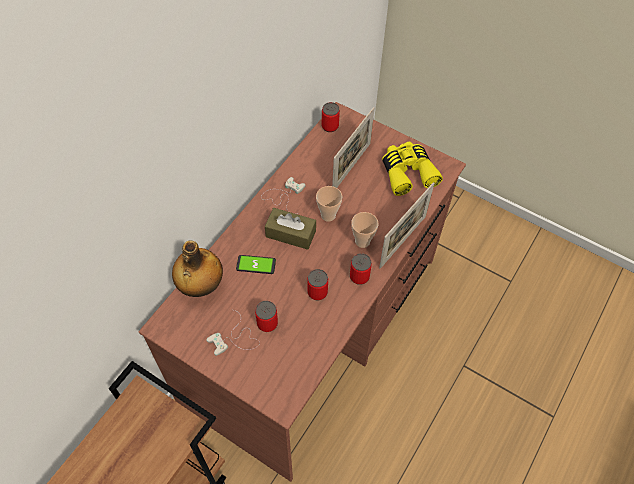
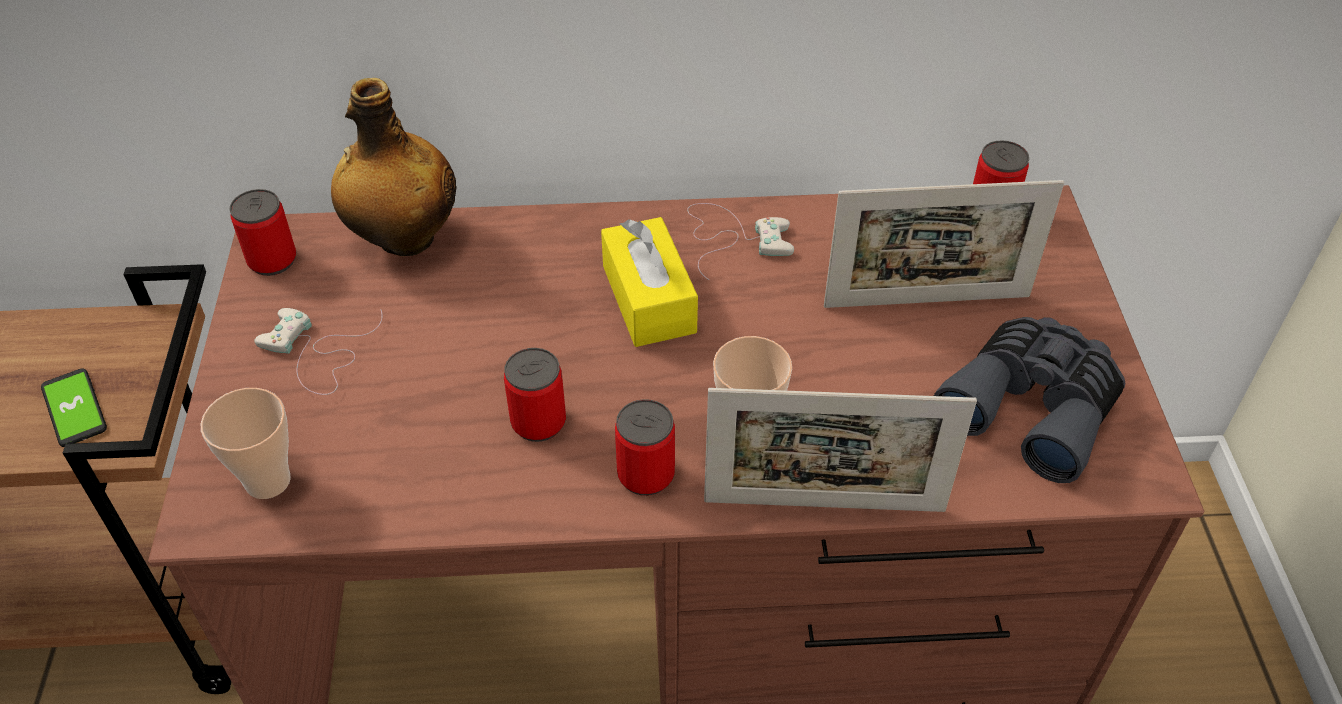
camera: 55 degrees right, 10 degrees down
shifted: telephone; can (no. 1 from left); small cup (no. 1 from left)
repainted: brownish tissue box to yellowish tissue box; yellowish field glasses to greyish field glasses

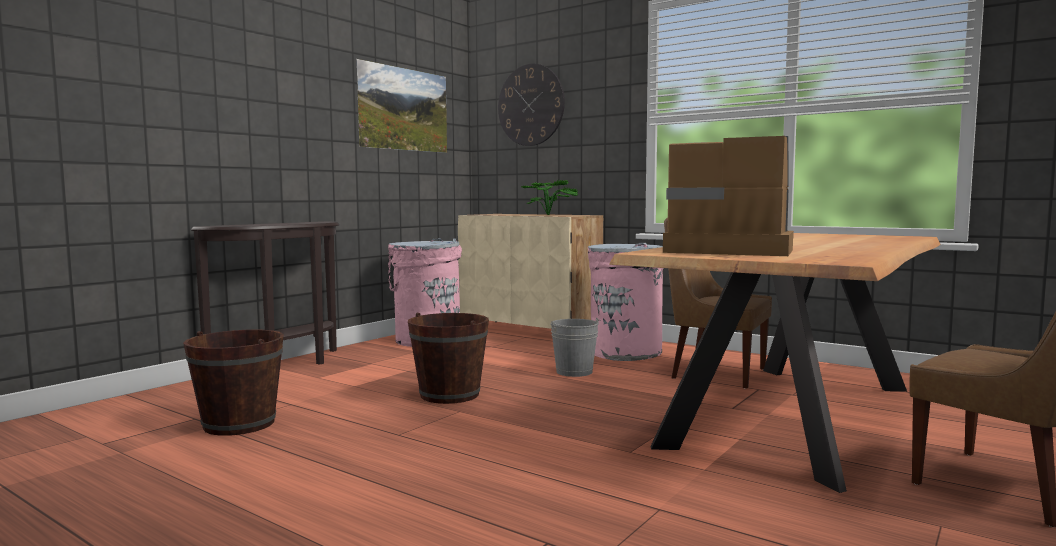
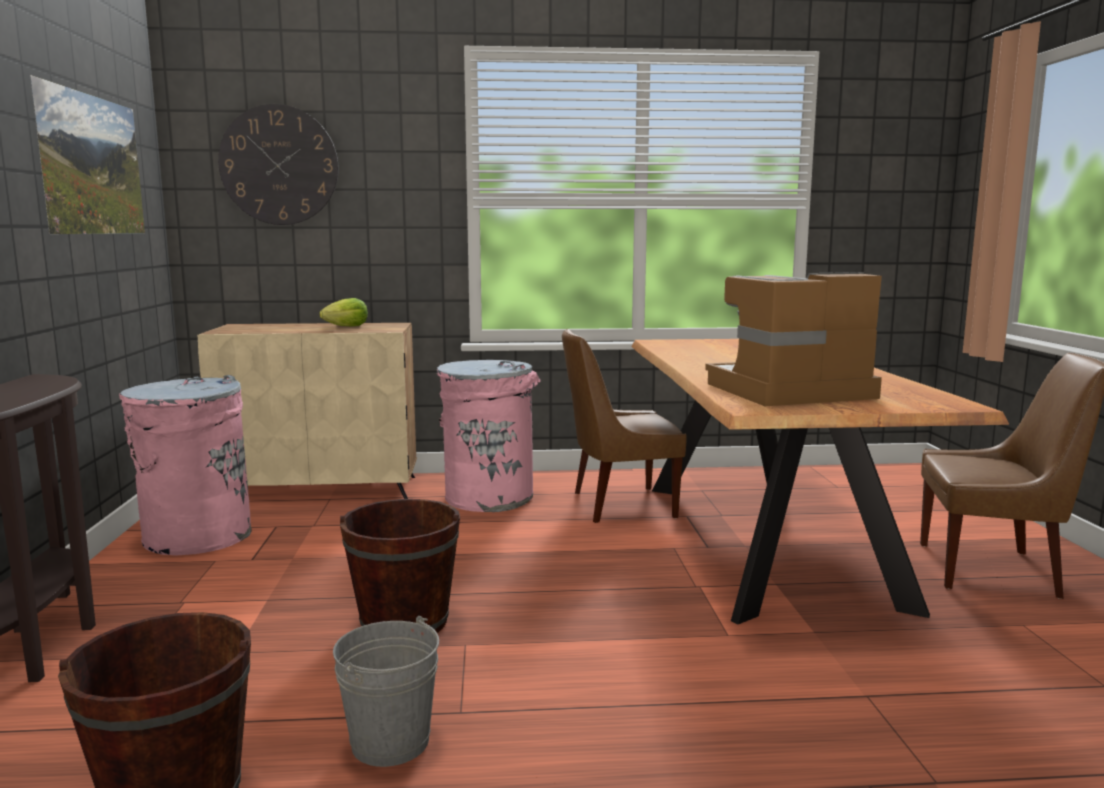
camera: 40 degrees left, 5 degrees up
shifted: greyish bucket
swapped: potted plant to lettuce

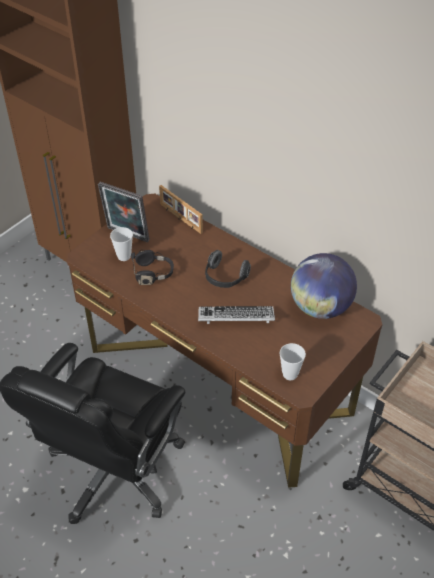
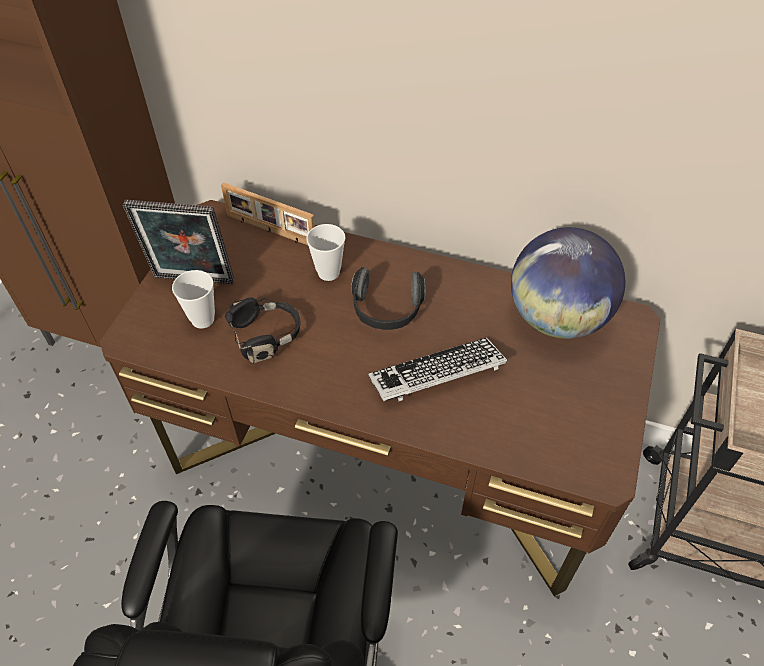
camera: 20 degrees left, 5 degrees up
shifted: small cup (no. 2 from left)

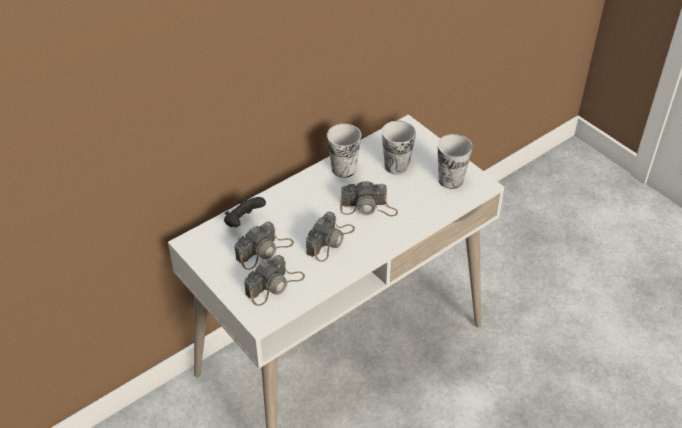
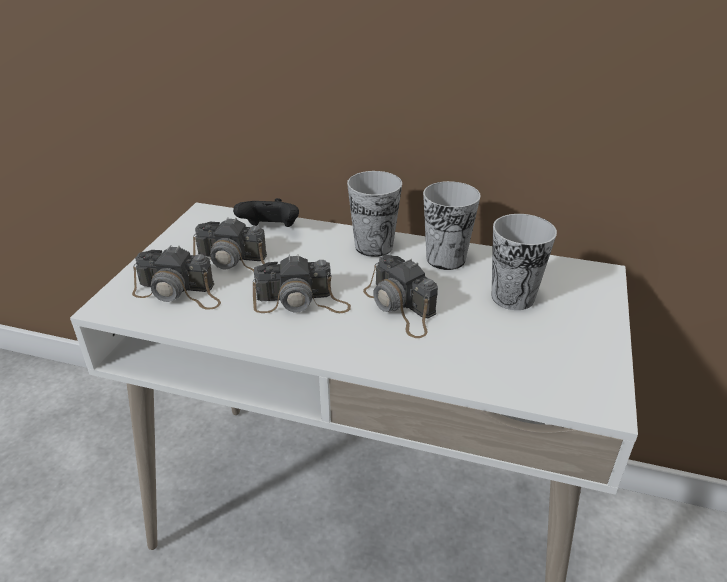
camera: 55 degrees right, 10 degrees down
shifted: small cup (no. 3 from left in the first image) to small cup (no. 1 from left)

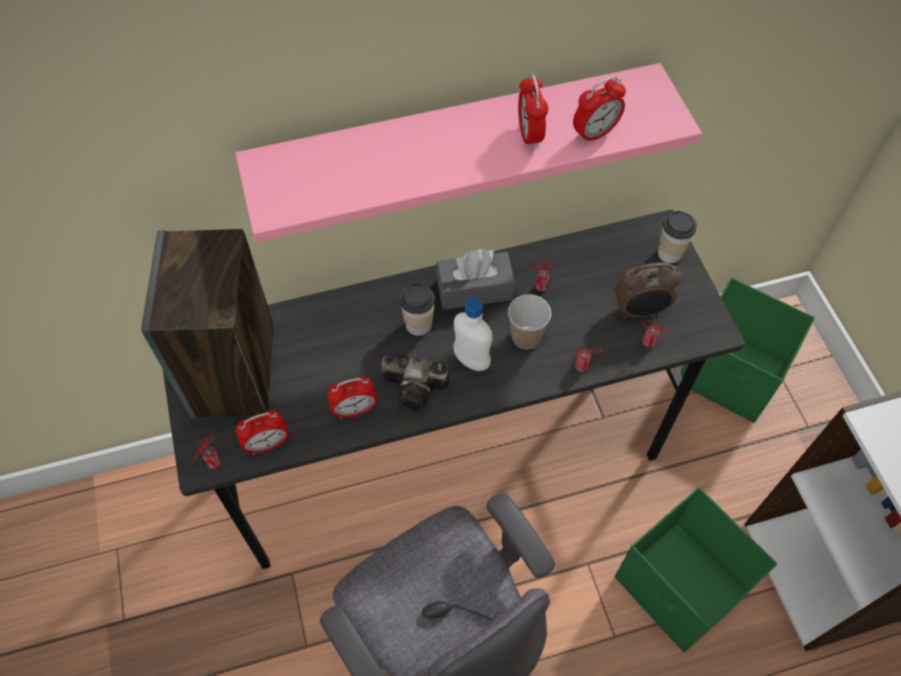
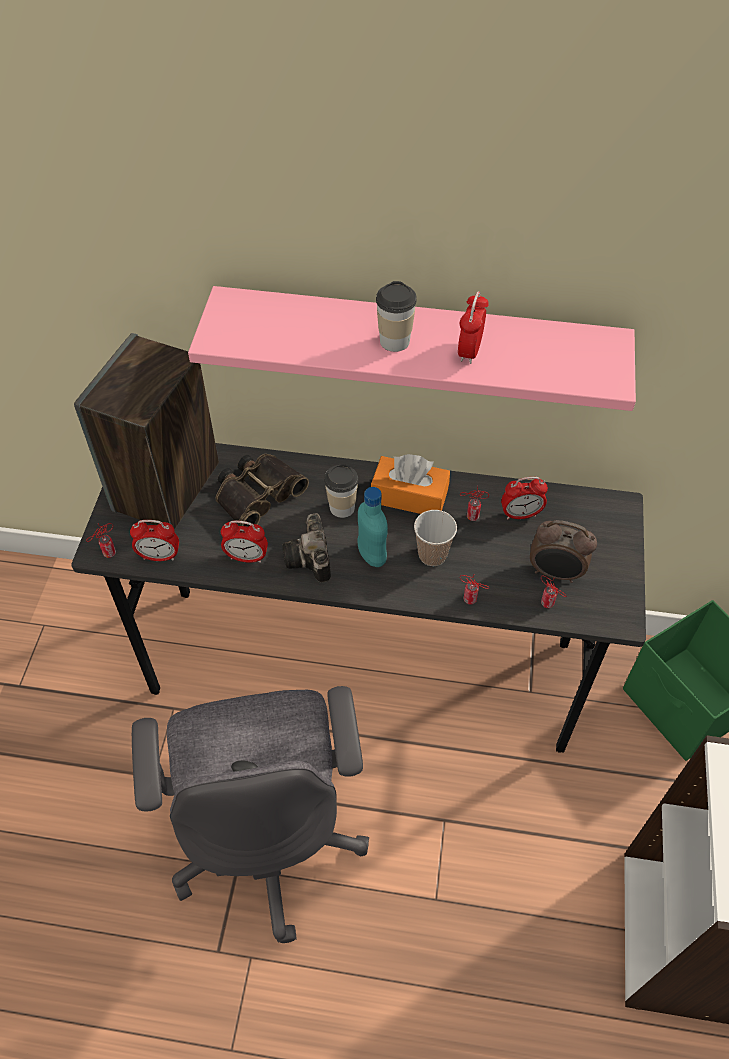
camera: 25 degrees right, 5 degrees down
gone: green-coloured storage bin (no. 1 from left)
new: field glasses
shifted: bedside clock (no. 4 from left); small cup (no. 3 from left in the first image) to small cup (no. 2 from left)
repainted: greyish tissue box to orange-coloured tissue box; white bottle to blue-green bottle
rotated: still camera 45 degrees clockwise

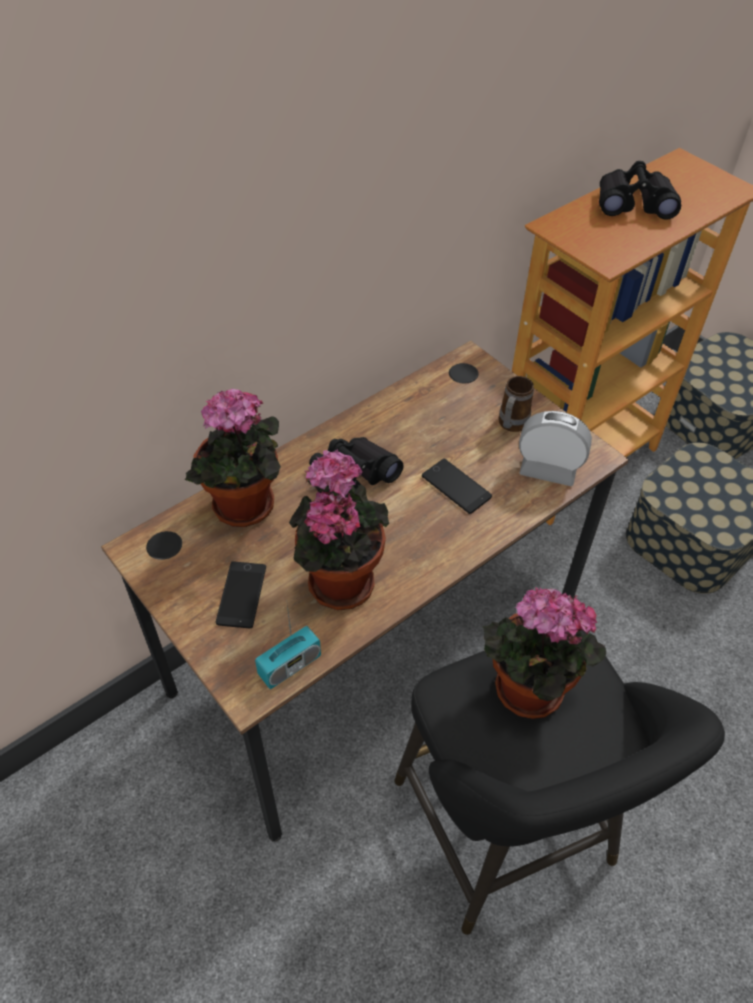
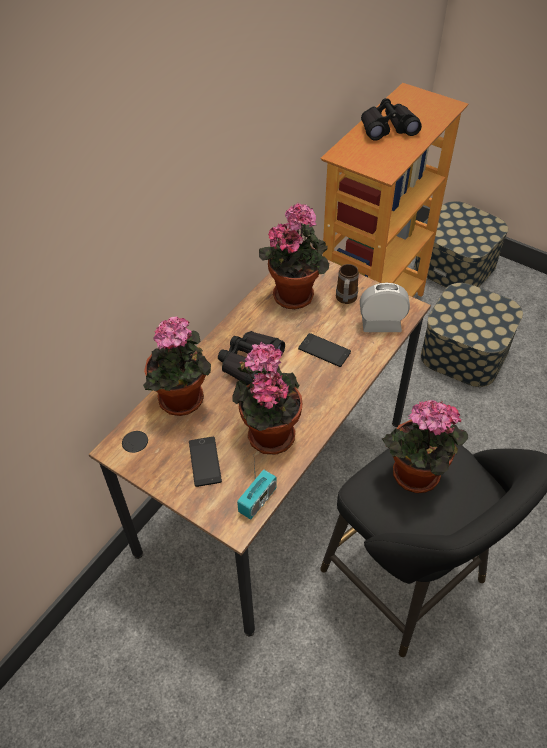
camera: 15 degrees left, 0 degrees up
new: potted plant (no. 3 from left)

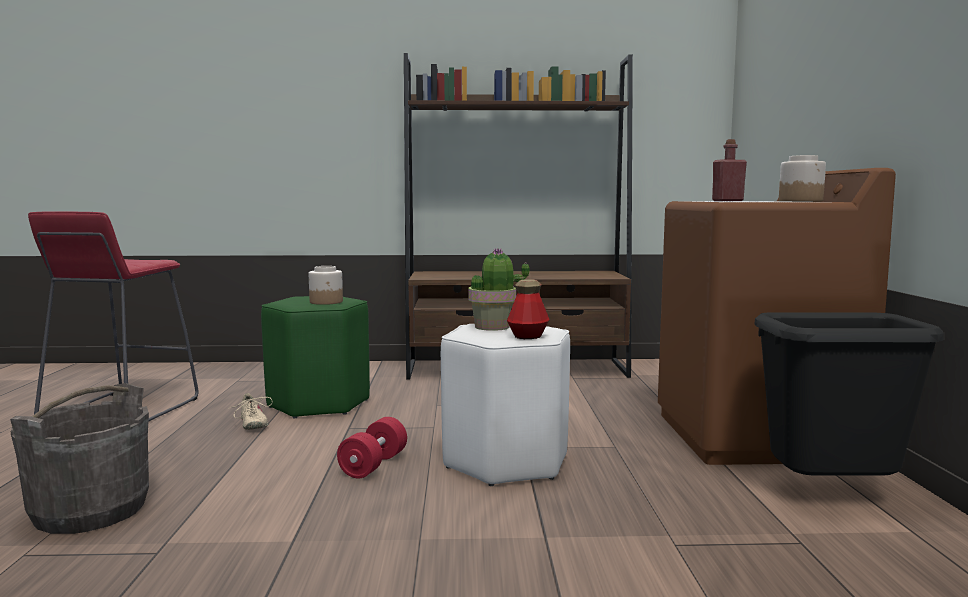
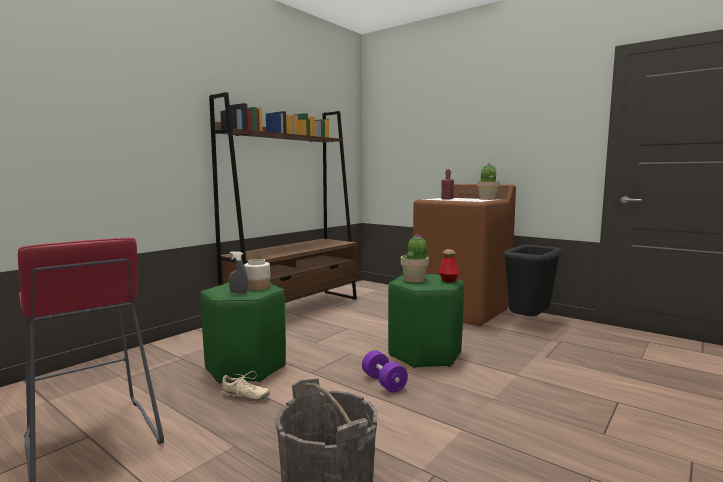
camera: 50 degrees left, 0 degrees up
new: greyish hand sprayer
swapped: storage jar (no. 2 from left) to potted plant (no. 2 from left)
repainted: red dumbbell to purple-coloured dumbbell; white sitting stool to green-coloured sitting stool (no. 2 from left)

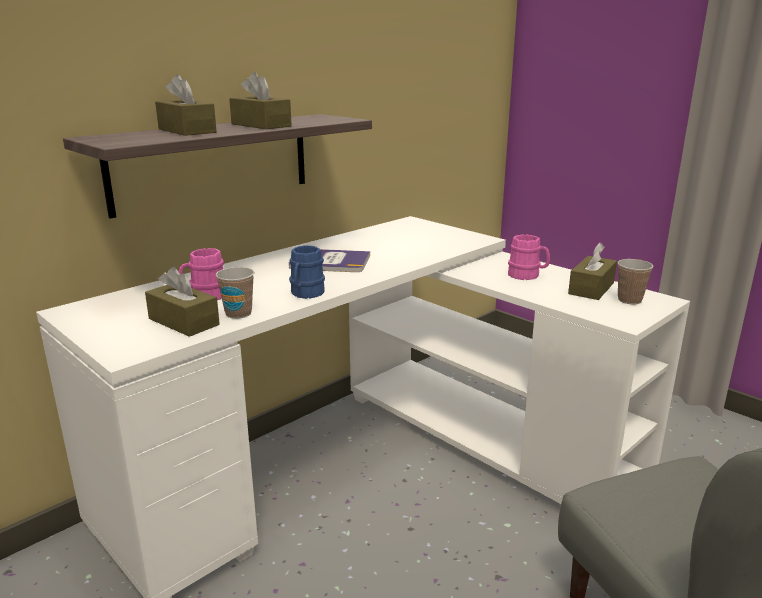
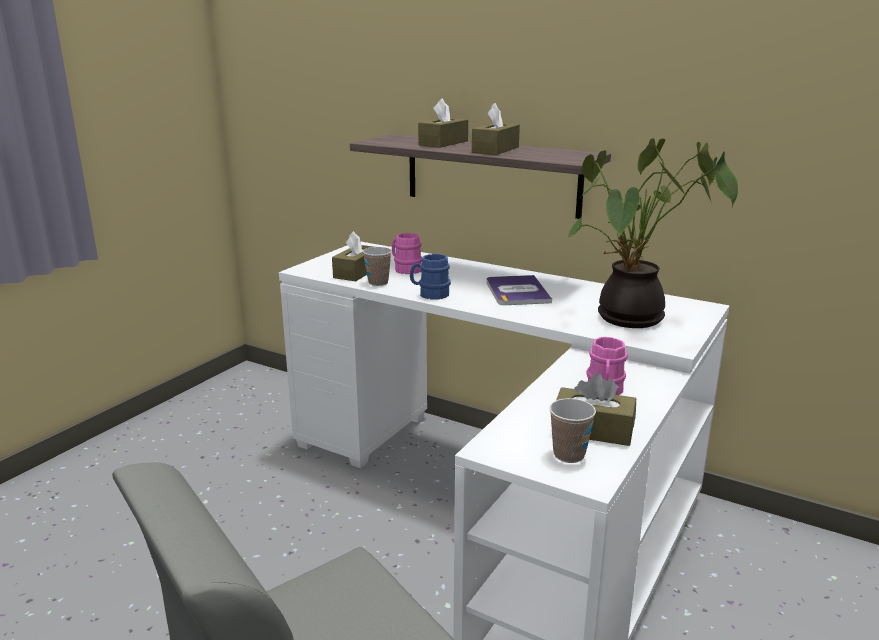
camera: 75 degrees right, 0 degrees up
new: potted plant

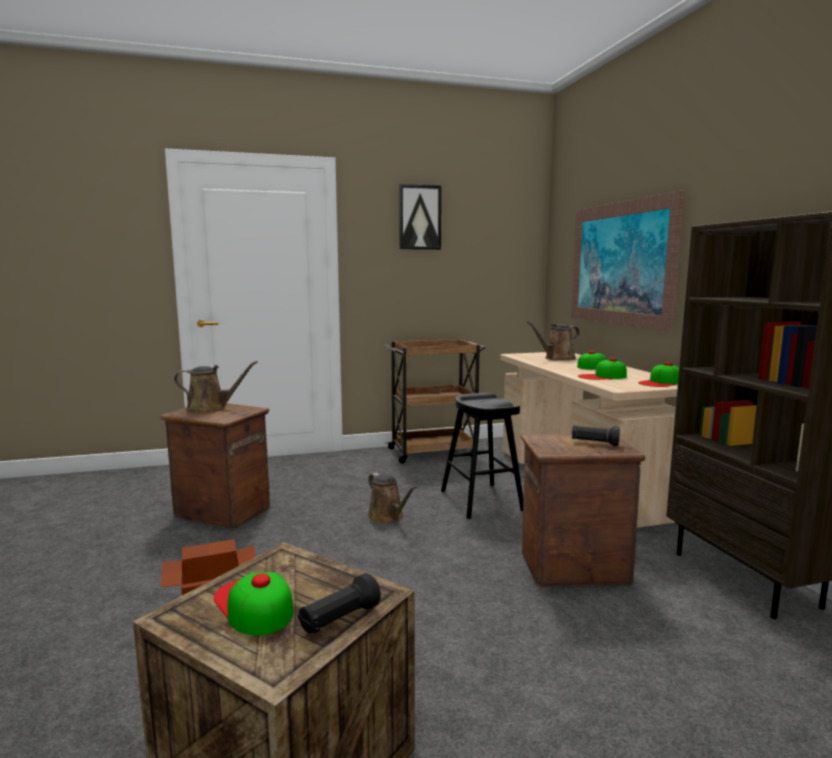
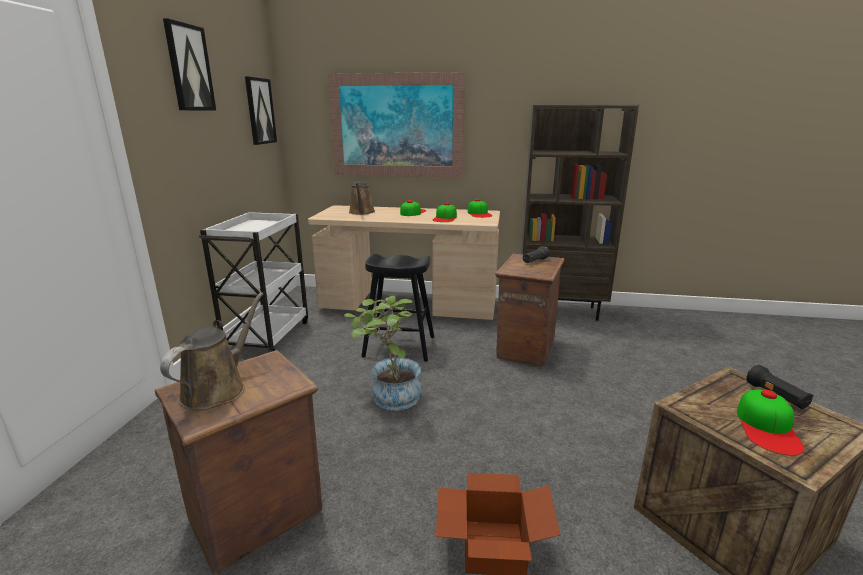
camera: 65 degrees left, 10 degrees up
new: wall picture (no. 2 from left)
swapped: brownish sprinkling can (no. 2 from left) to potted plant
repainted: brownish wheeled cart to white wheeled cart
rotated: peaked cap (no. 1 from left in the first image) 60 degrees counterclockwise

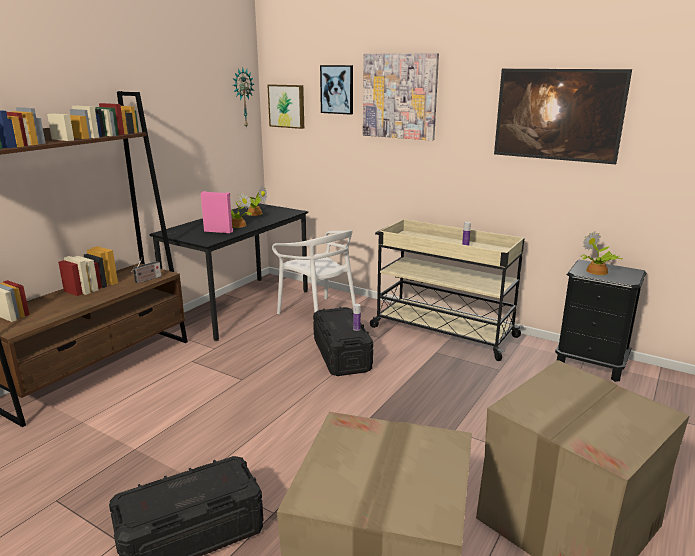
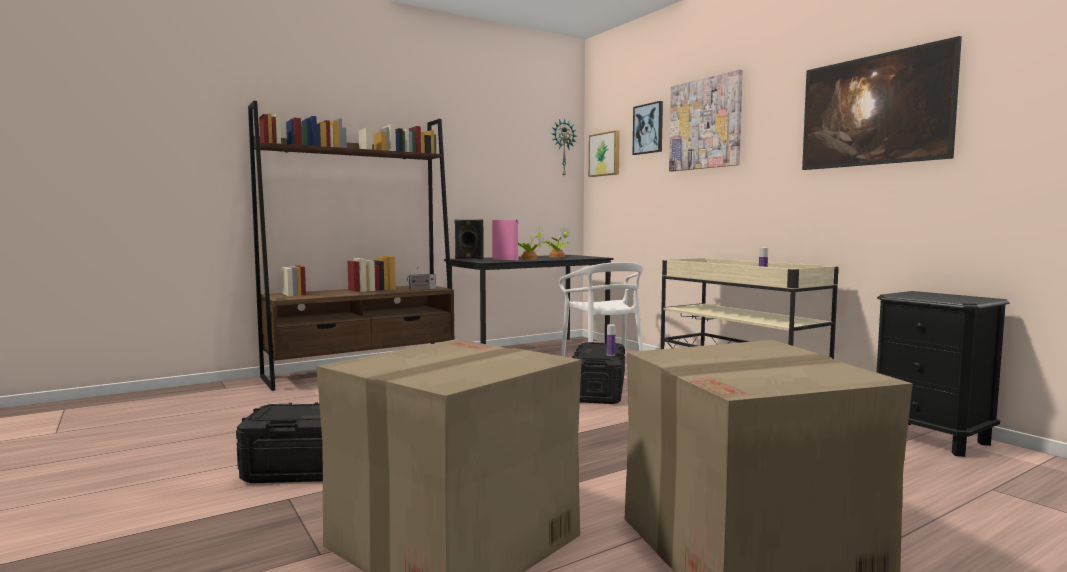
camera: 25 degrees right, 15 degrees down
gone: potted plant (no. 3 from left)
new: black speaker

